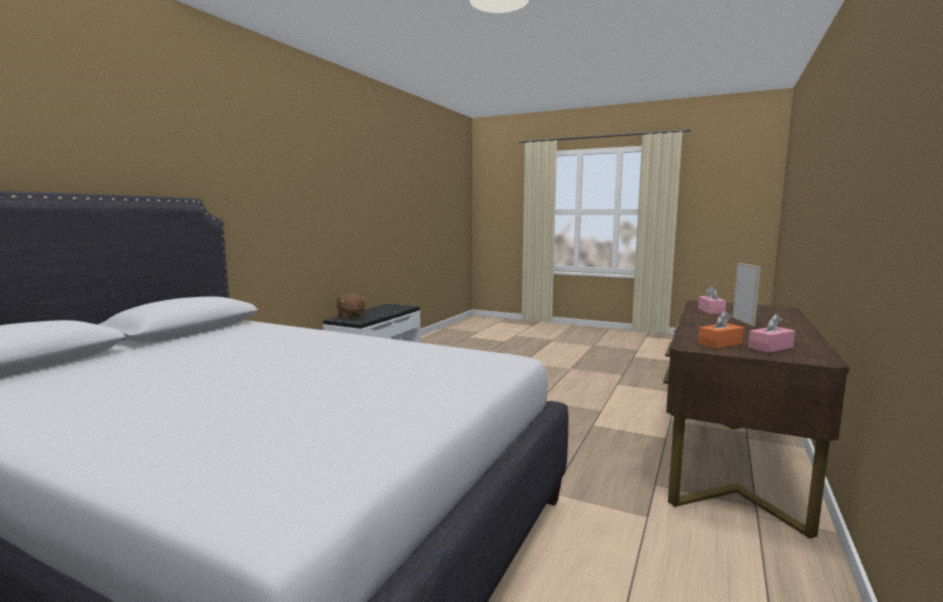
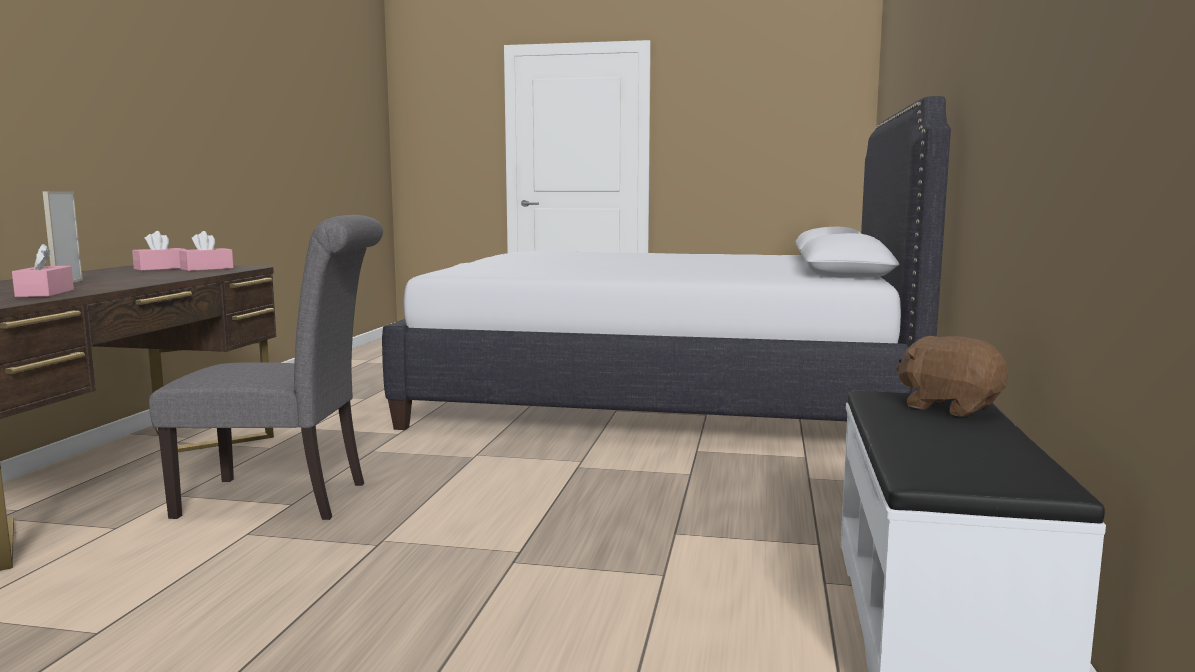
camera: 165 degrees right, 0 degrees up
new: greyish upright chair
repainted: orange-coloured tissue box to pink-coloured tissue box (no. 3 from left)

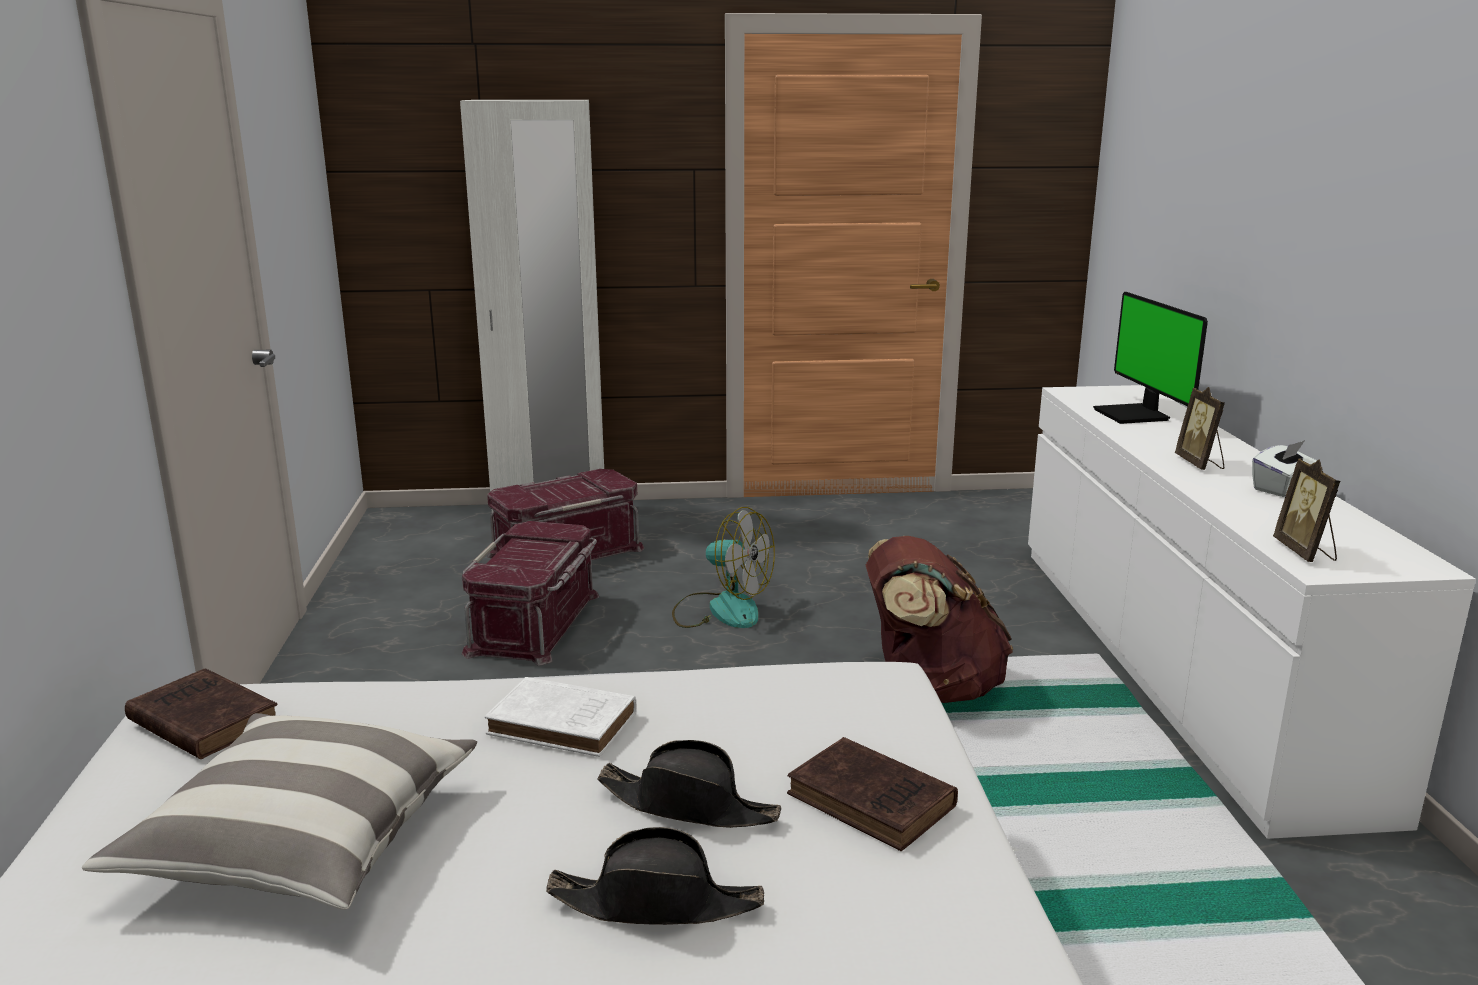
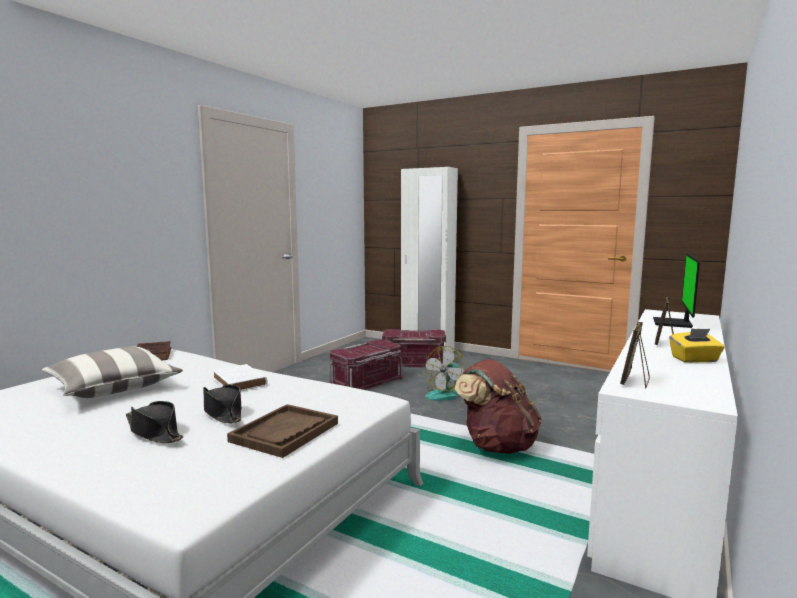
camera: 35 degrees right, 10 degrees down
swapped: brownish bound book (no. 2 from left) to brownish serving tray
repainted: white tissue box to yellowish tissue box
rotated: cooling fan 60 degrees clockwise

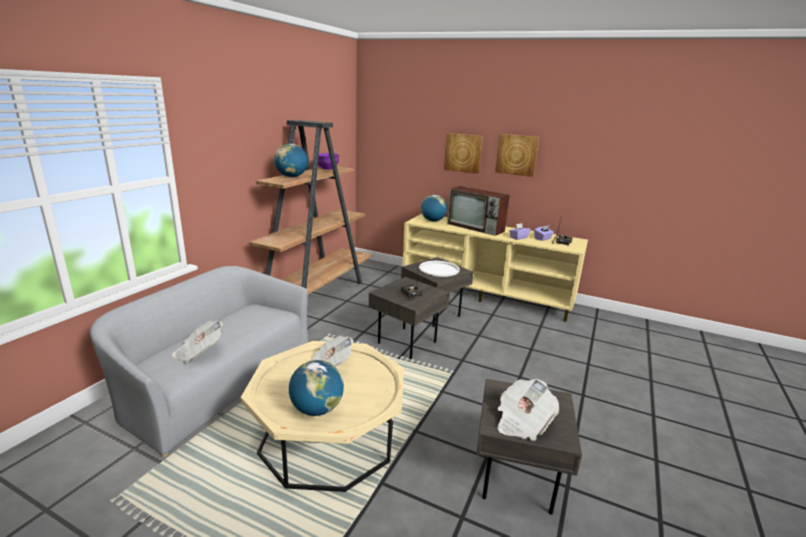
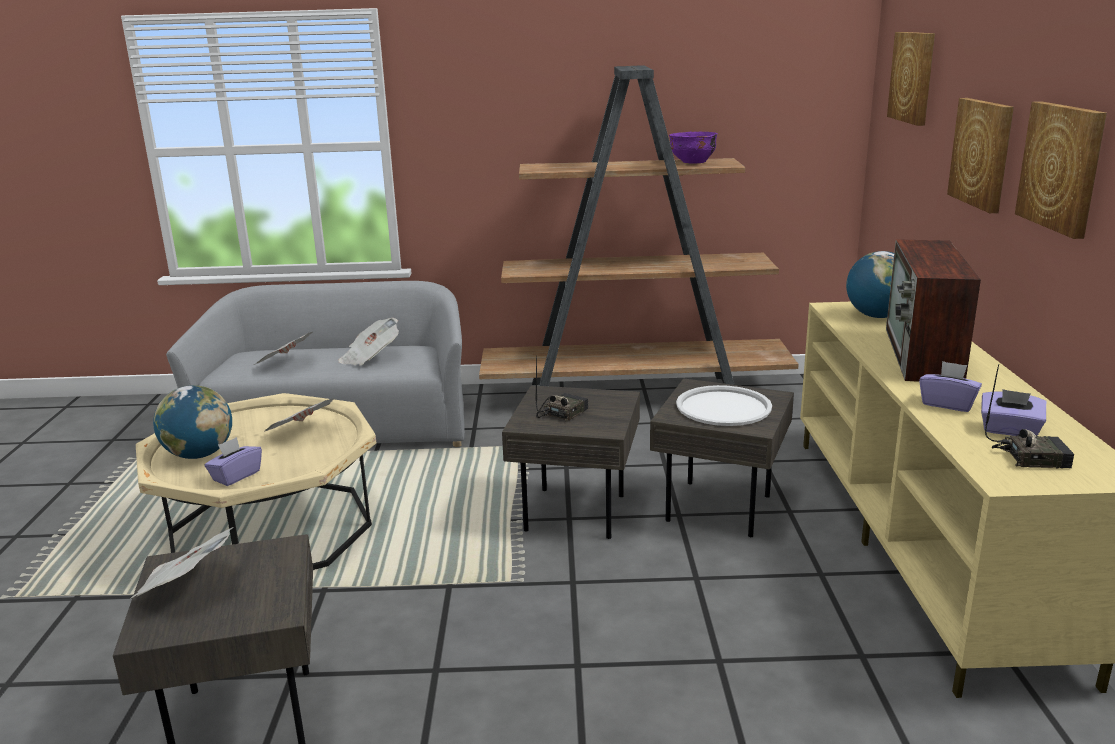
camera: 65 degrees right, 0 degrees up
gone: world globe (no. 1 from left)
new: purple-coloured tissue box (no. 1 from left); newspaper (no. 4 from left); wall picture (no. 1 from left)

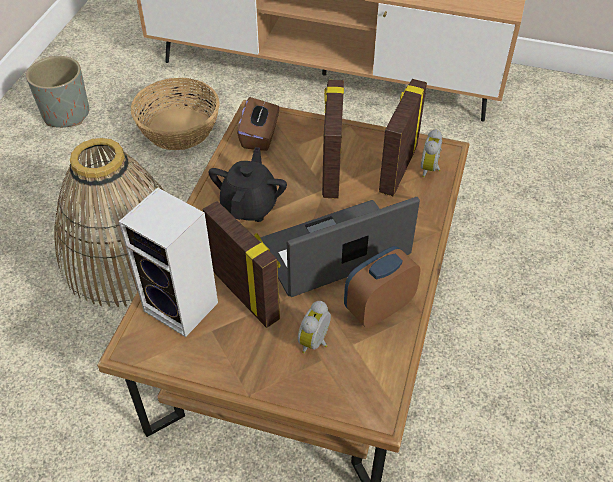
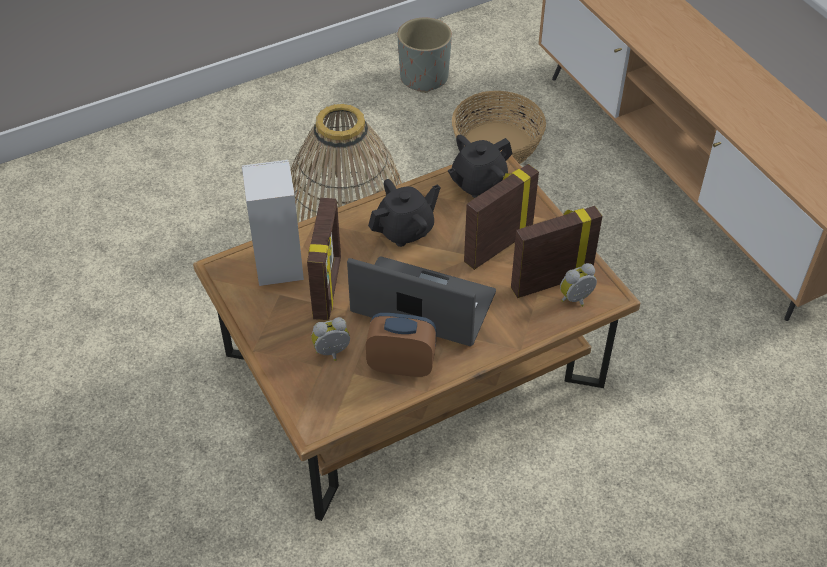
camera: 45 degrees right, 0 degrees up
swapped: brownish tissue box to black teapot (no. 2 from left)

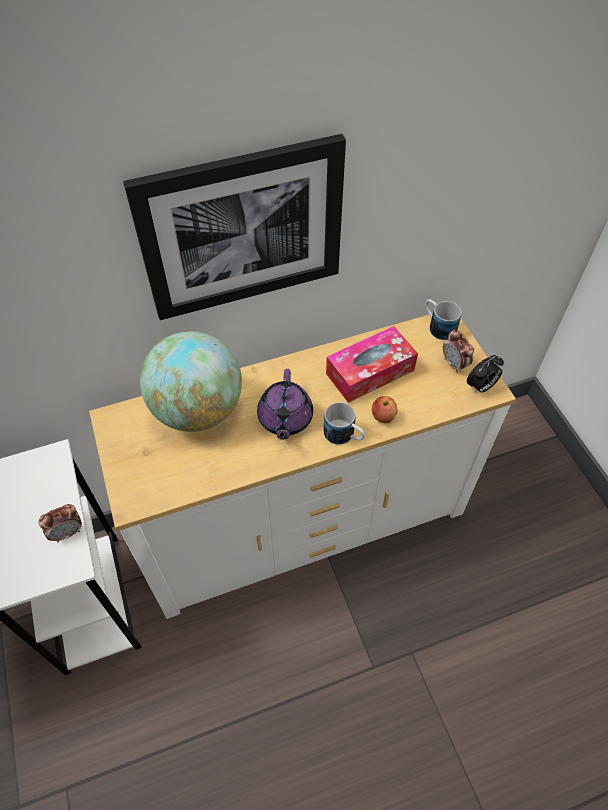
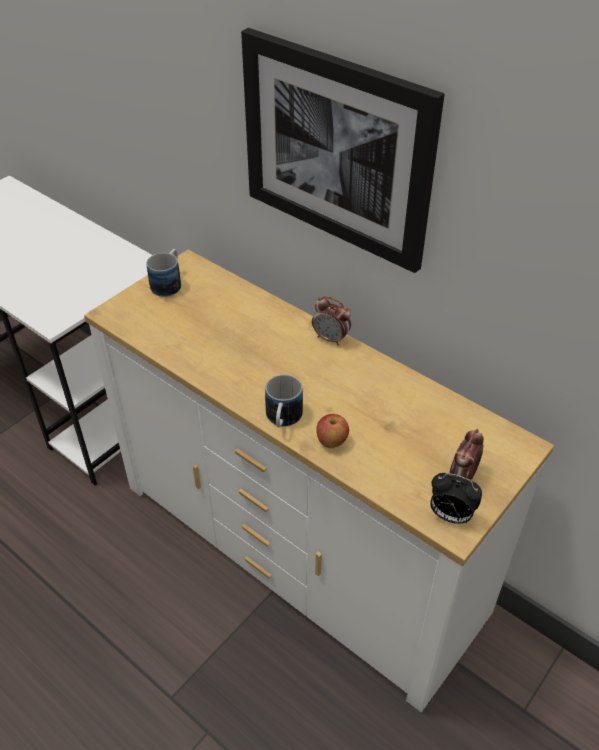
camera: 60 degrees right, 10 degrees down
gone: world globe; purple-coloured teapot; tissue box
shifted: bedside clock (no. 1 from left); tea mug (no. 2 from left in the first image) to tea mug (no. 1 from left)

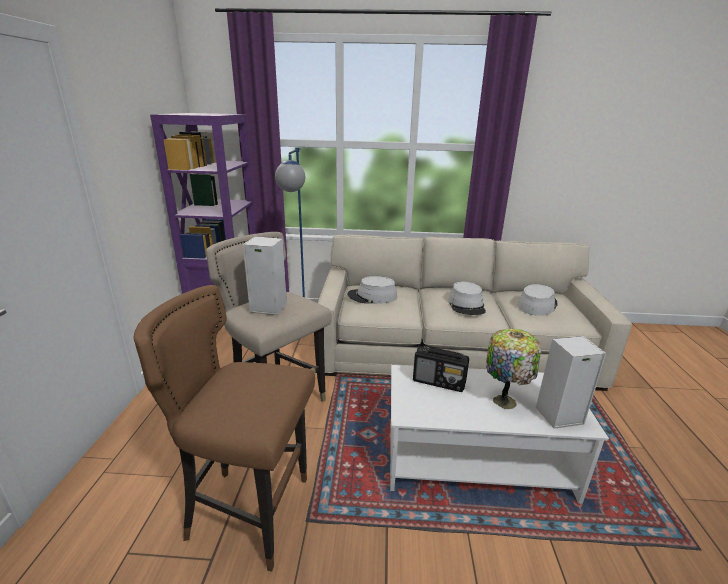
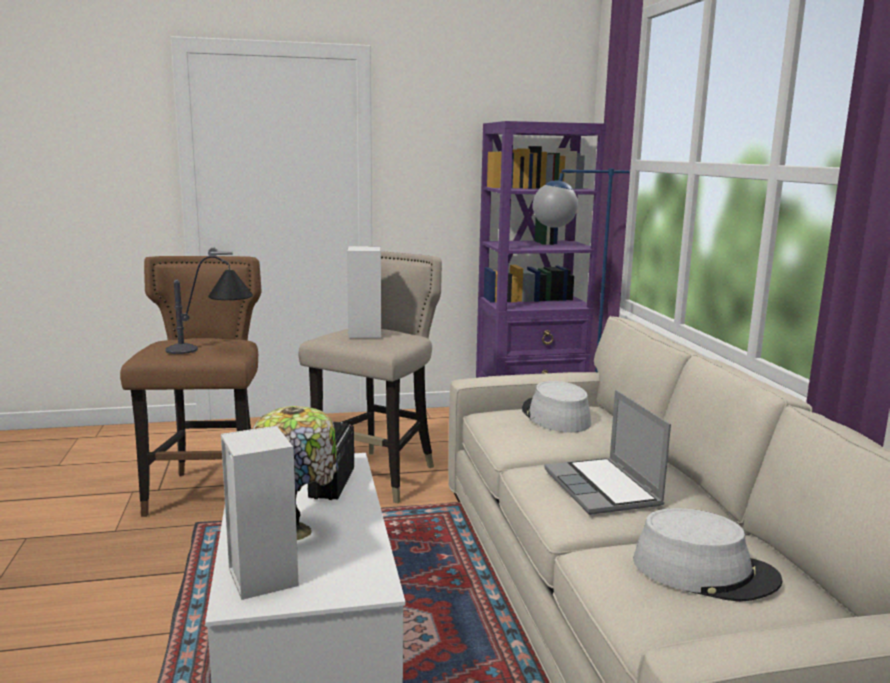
camera: 75 degrees right, 10 degrees down
new: lamp for a table (no. 1 from left)
swapped: greyish hat (no. 2 from left) to laptop

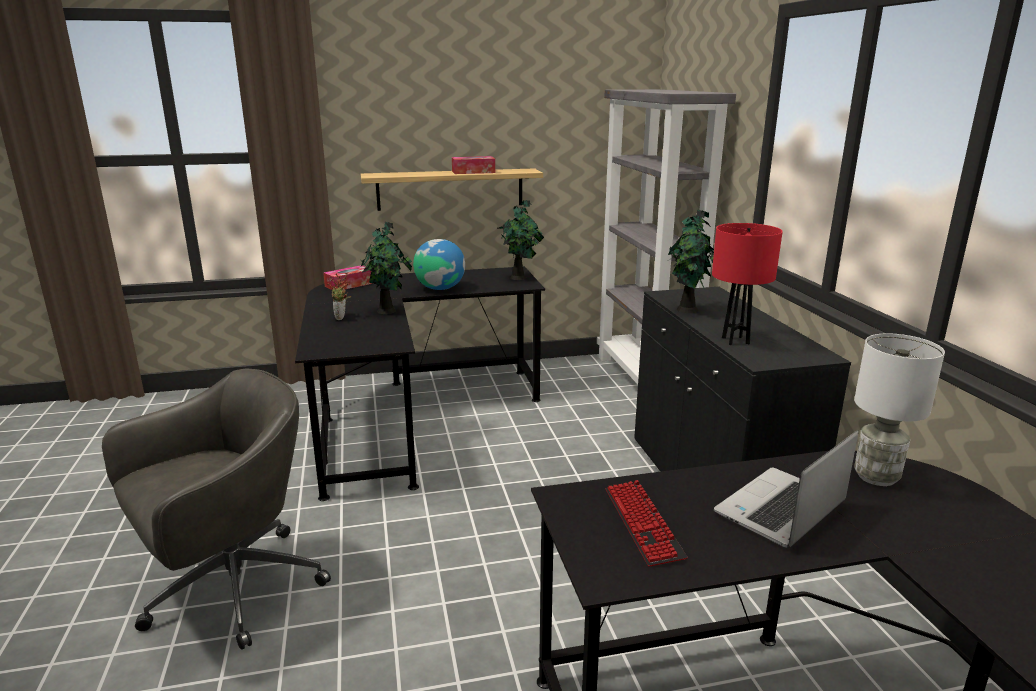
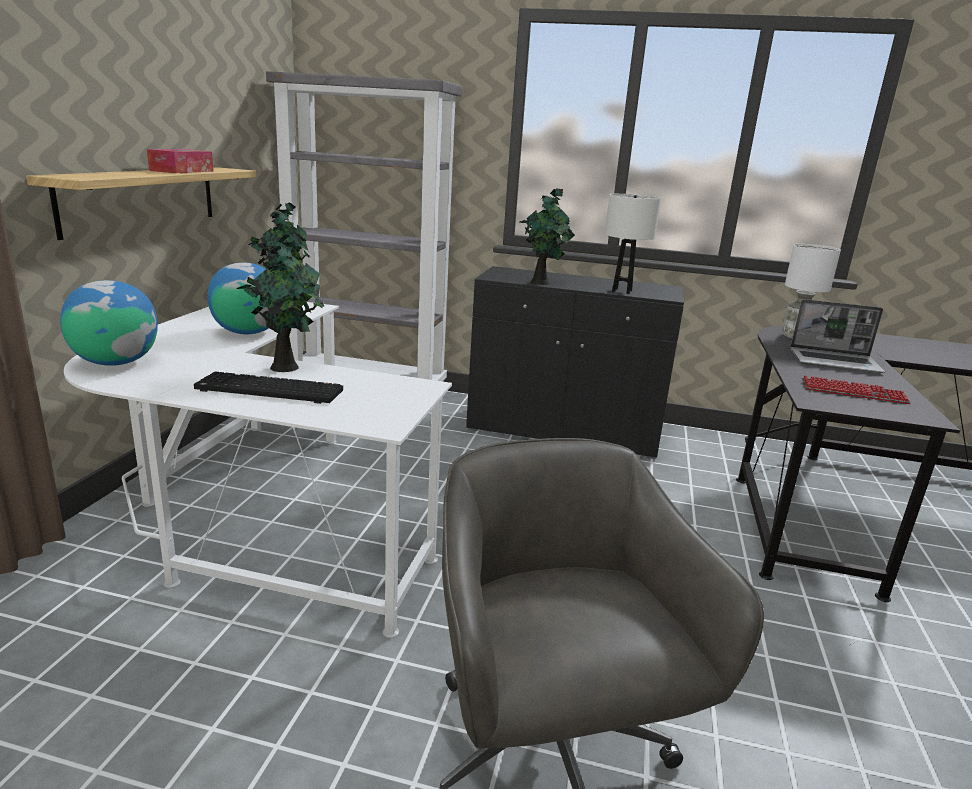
camera: 65 degrees left, 0 degrees up
swapped: tissue box (no. 1 from left) to world globe (no. 1 from left); potted plant (no. 1 from left) to keyboard (no. 1 from left)
repainted: black desk unit (no. 1 from left) to white desk unit; red lamp for a table to white lamp for a table (no. 1 from left)
rotated: laptop 60 degrees counterclockwise

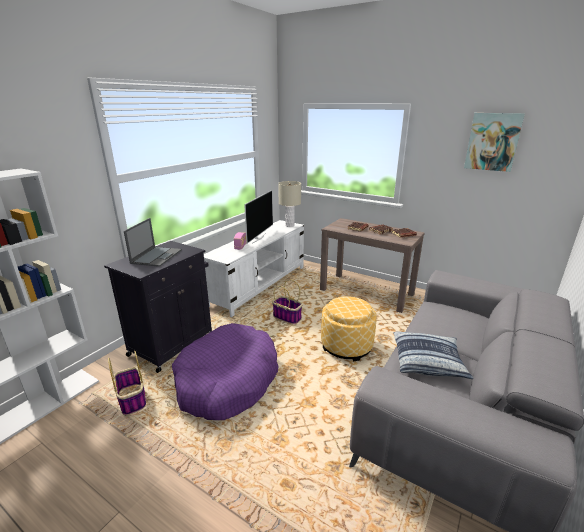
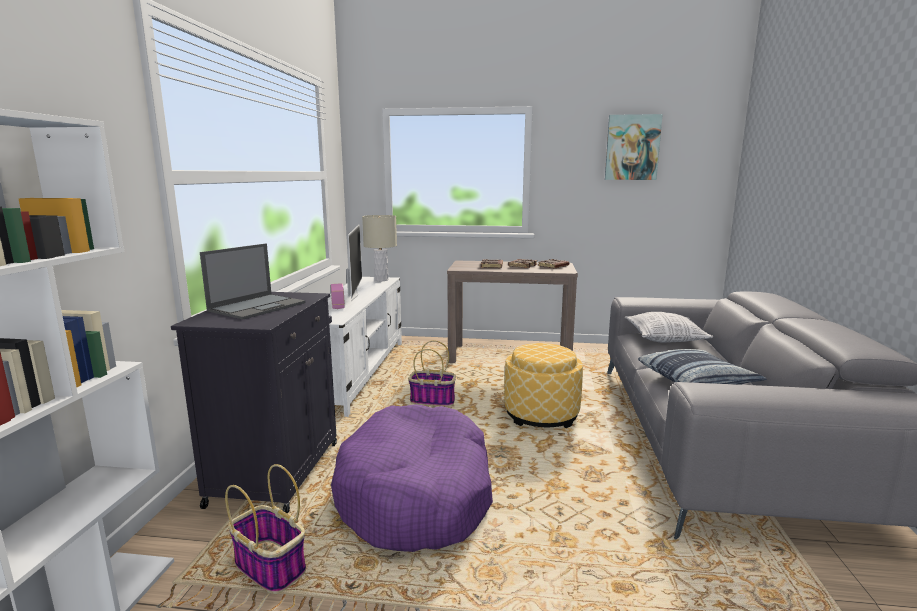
camera: 25 degrees left, 10 degrees down
new: throw pillow (no. 1 from left)
rotated: laptop 45 degrees clockwise

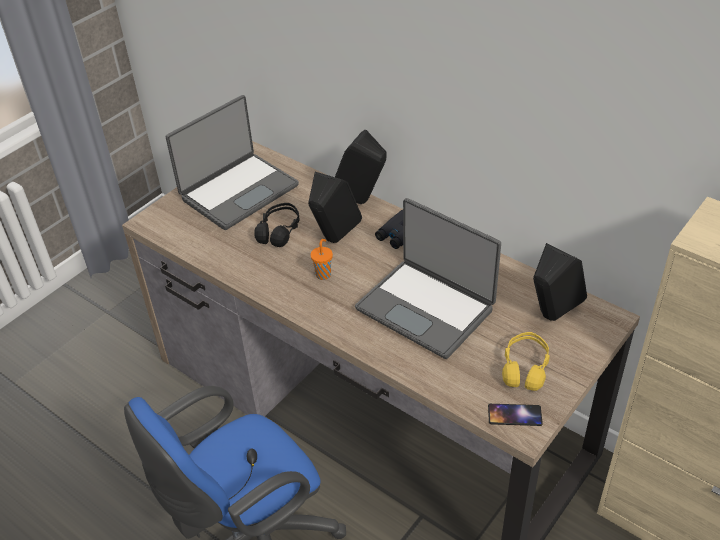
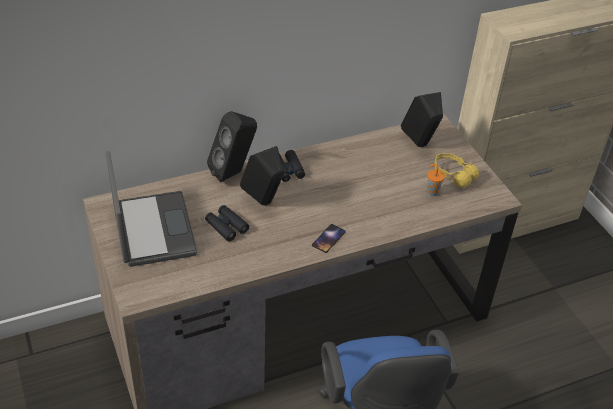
camera: 65 degrees left, 0 degrees up
gone: laptop (no. 2 from left)
shifted: orange-coloured small cup; telephone
swapped: black headphones to black field glasses (no. 1 from left)

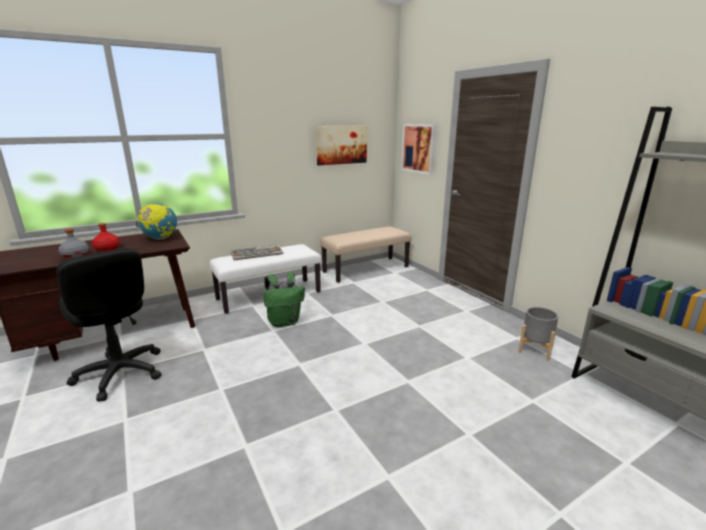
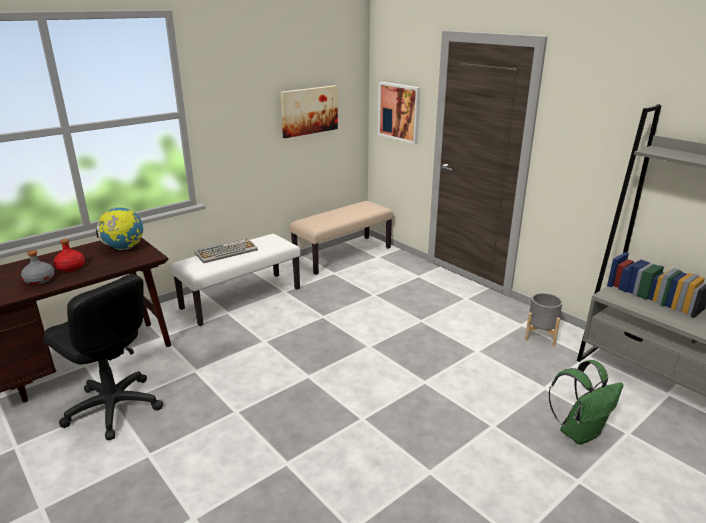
camera: 10 degrees left, 5 degrees up
shifted: green-coloured knapsack

